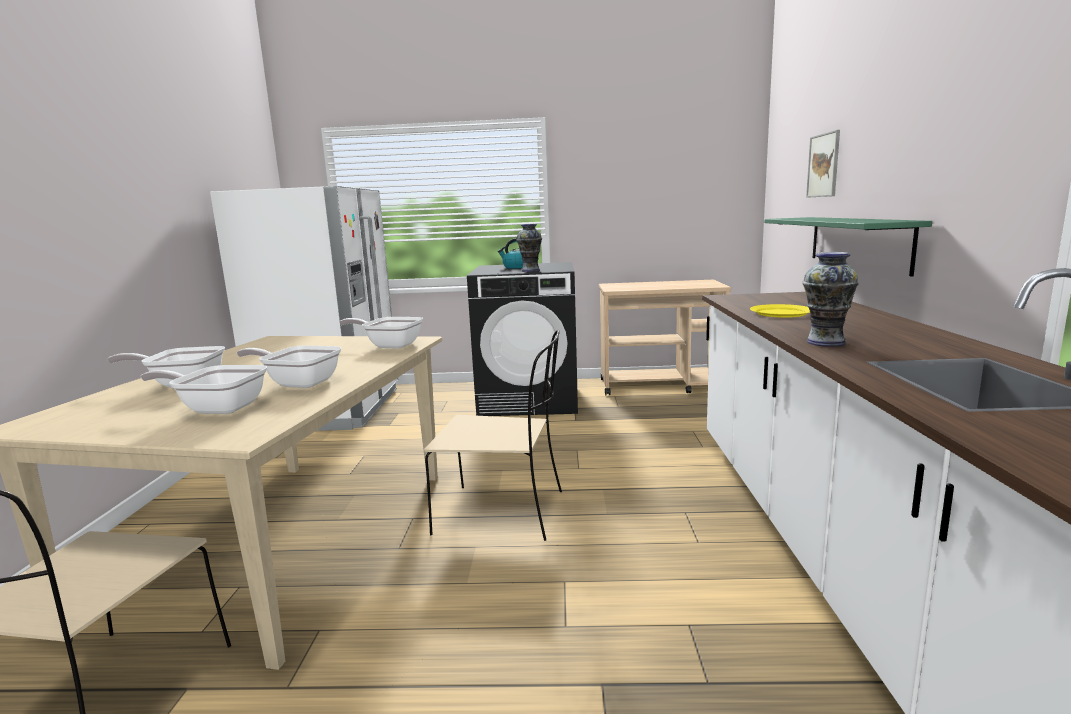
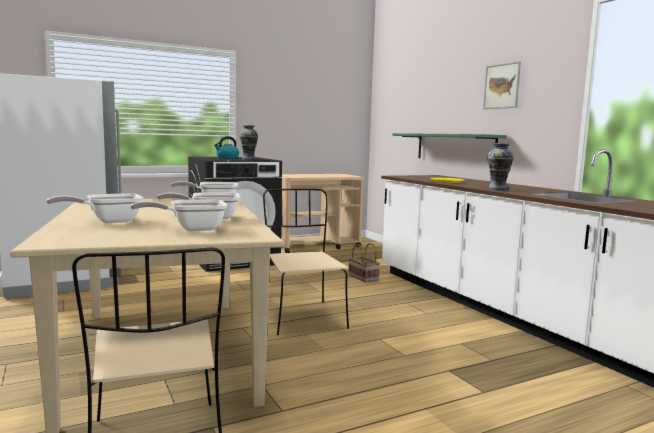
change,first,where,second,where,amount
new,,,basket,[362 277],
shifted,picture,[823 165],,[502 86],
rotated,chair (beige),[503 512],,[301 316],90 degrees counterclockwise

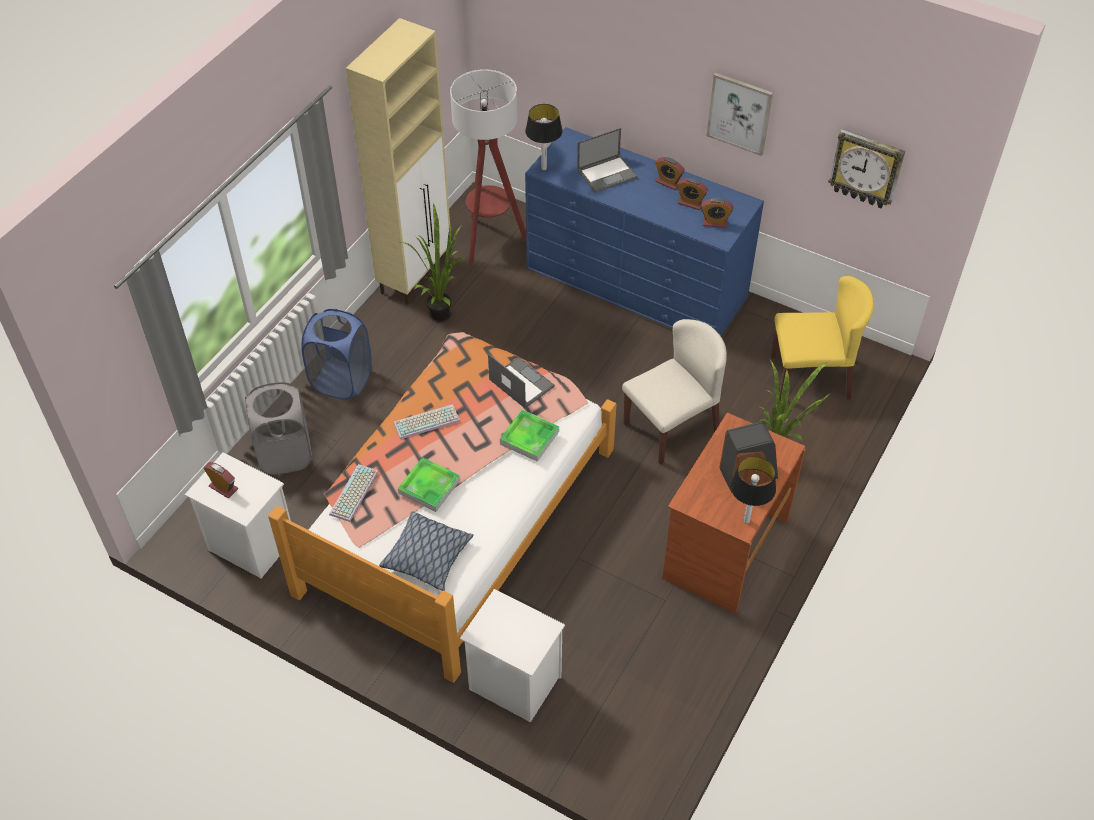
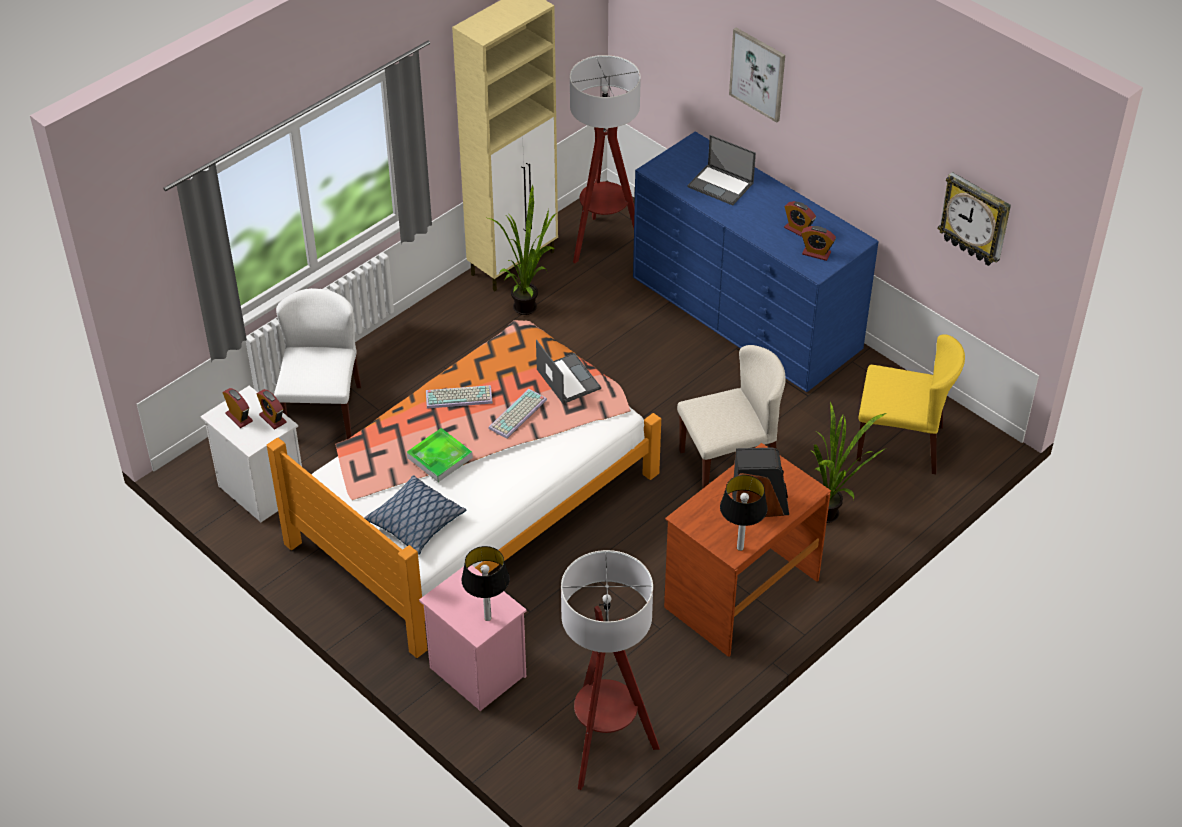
change,first,where,second,where,amount
gone,laundry basket (blue),[341 380],,,
gone,tray,[529 437],,,
new,,,floor lamp,[605 749],
shifted,keyboard,[355 494],,[518 415],
shifted,table lamp,[544 168],,[488 618],
shifted,alarm clock,[668 182],,[272 419],
shifted,picture,[739 113],,[758 74],
swapped,laundry basket (grey),[285 454],chair (white),[323 411],
repainted,nightstand (white),[512 683],nightstand (pink),[475 671],
rotated,laptop,[607 173],,[721 185],45 degrees clockwise

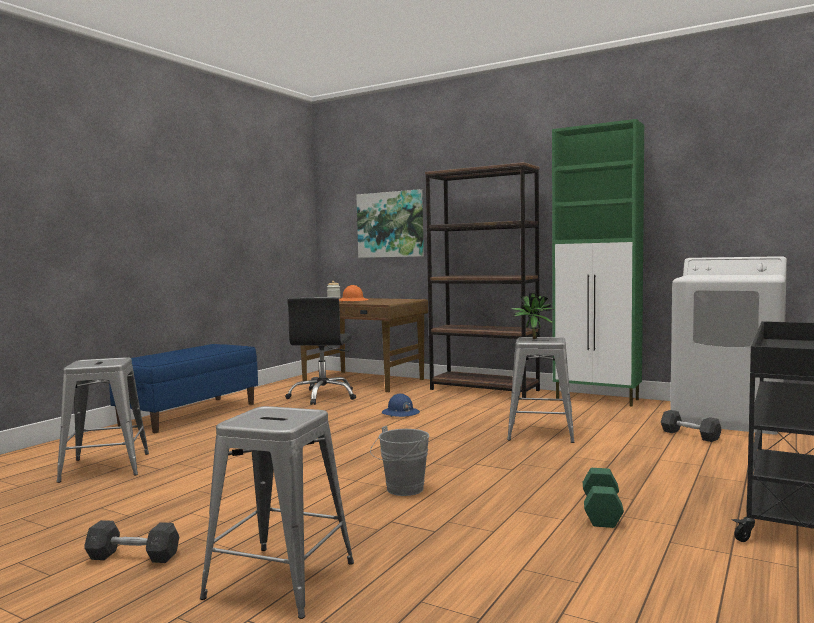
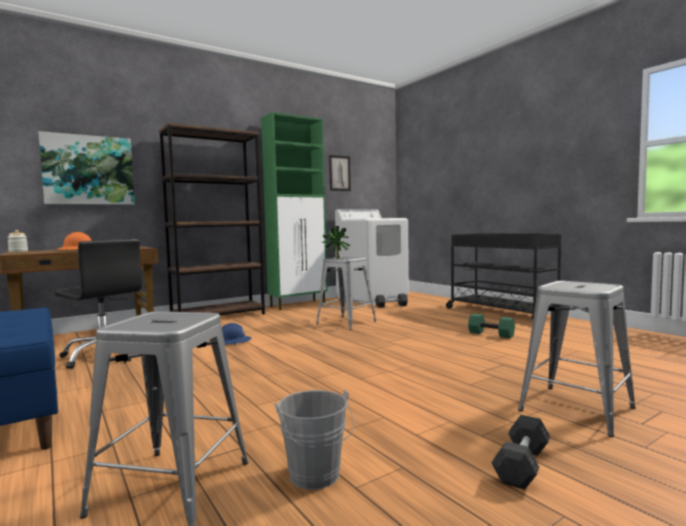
change,first,where,second,where,amount
new,,,picture,[339 173],
shifted,bucket (grey),[402 490],,[316 478],

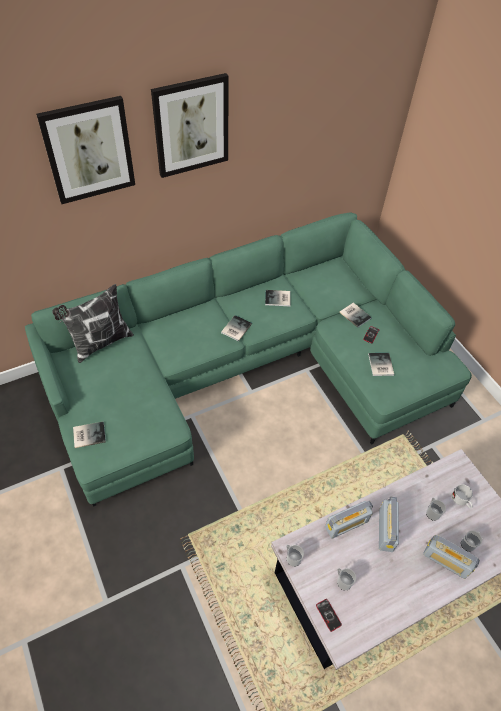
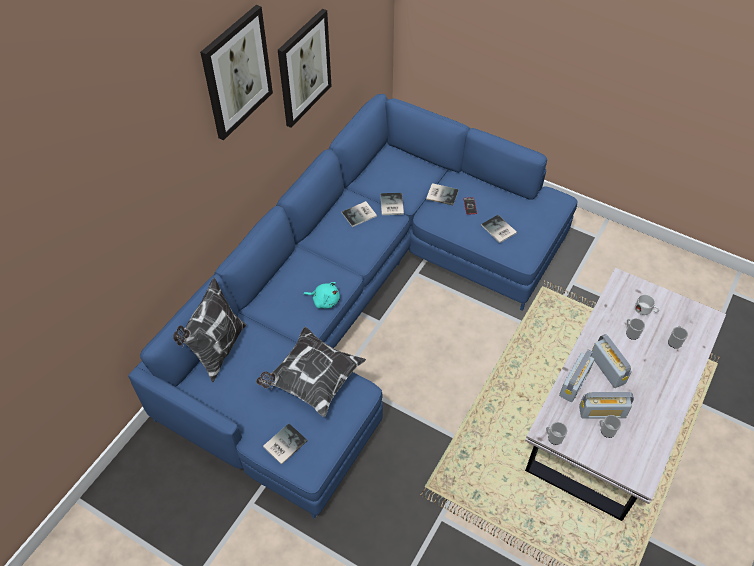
change,first,where,second,where,amount
gone,phone,[328 615],,,
new,,,pillow,[312 380],
new,,,plush toy (turquoise),[324 300],
shifted,picture,[89 150],,[304 68],
shifted,book,[235 328],,[391 205],
shifted,radio,[446 561],,[602 412],
repainted,sofa (green),[249 369],sofa (blue),[361 302],

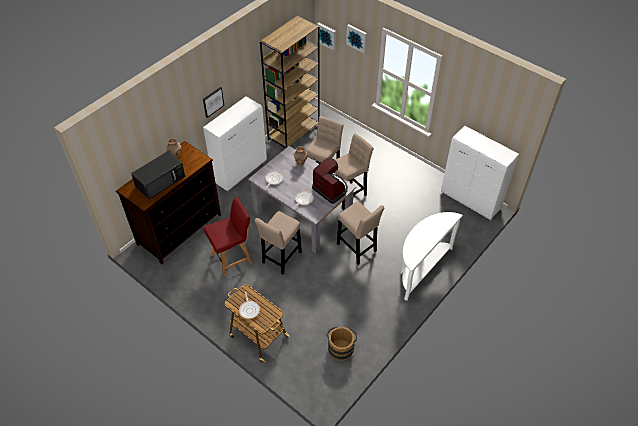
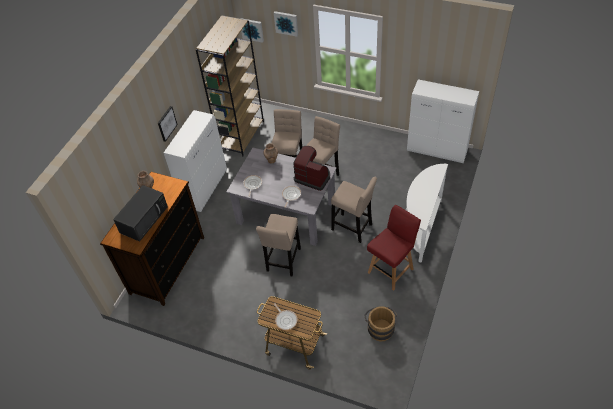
change,first,where,second,where,amount
shifted,chair (red),[232 258],,[391 270],

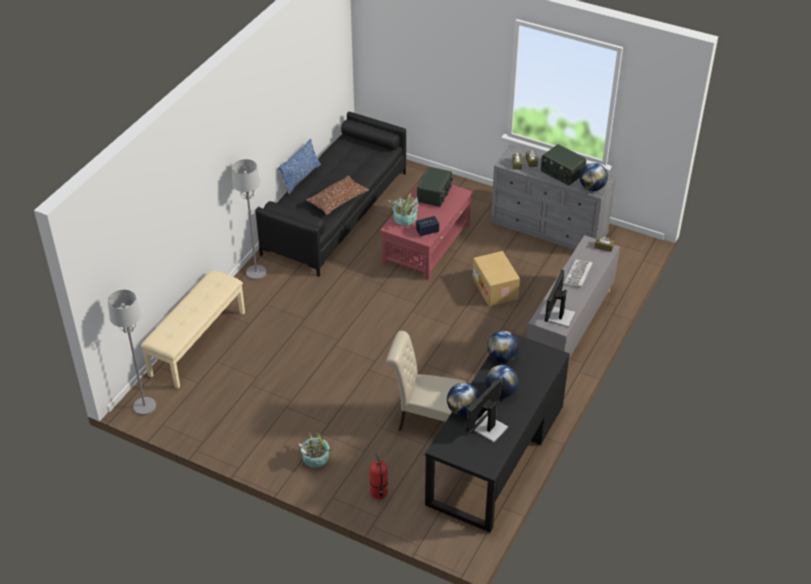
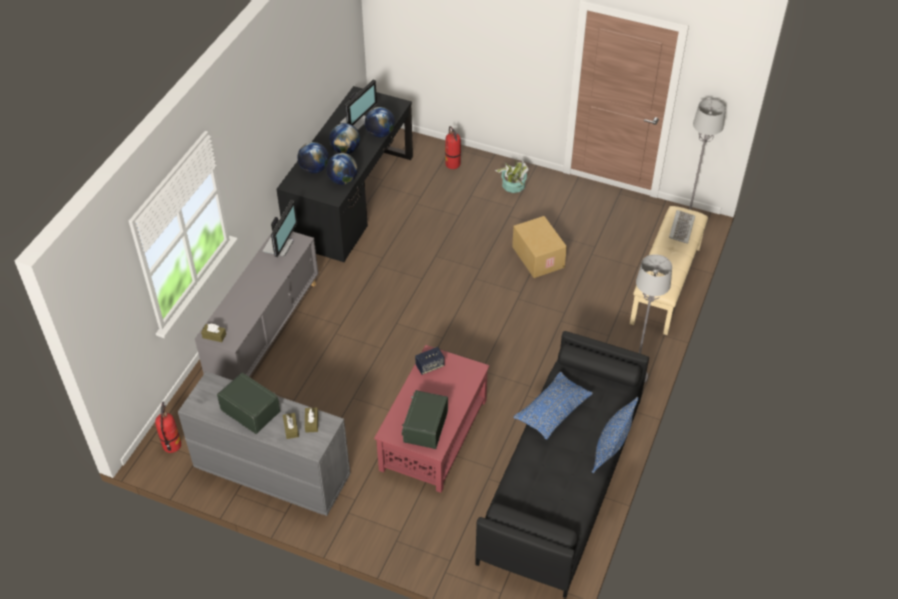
change,first,where,second,where,amount
gone,chair (beige),[425 421],,,
gone,potted plant,[405 220],,,
new,,,fire extinguisher,[171 445],
shifted,cardboard box,[495 288],,[537 257],
shifted,keyboard,[578 274],,[681 228],
shifted,globe,[592 187],,[314 169],
repainted,pillow (brown),[337 200],pillow (blue),[552 411],

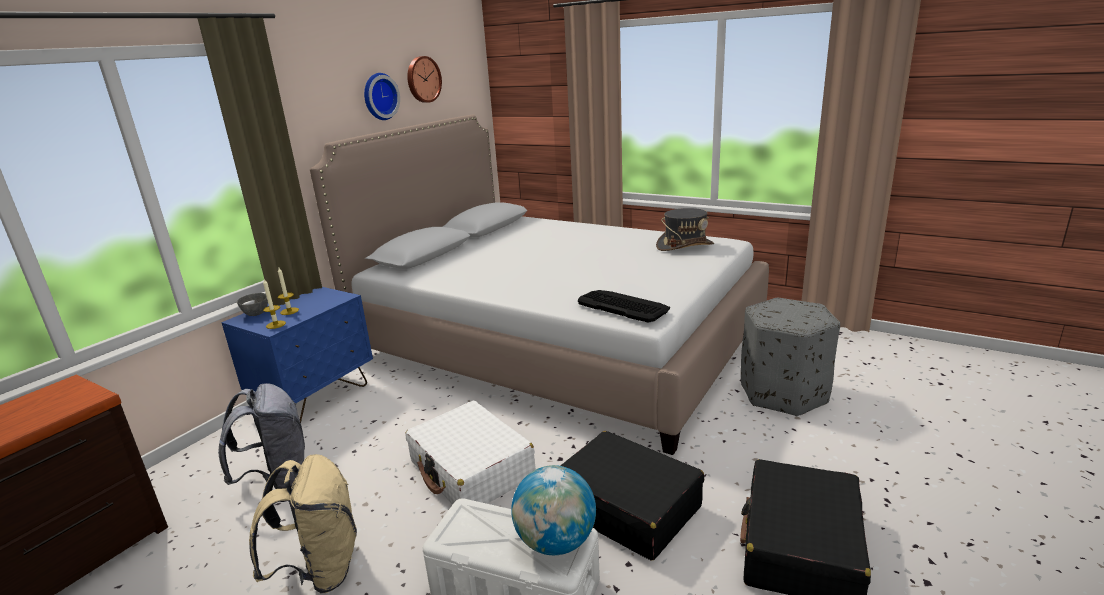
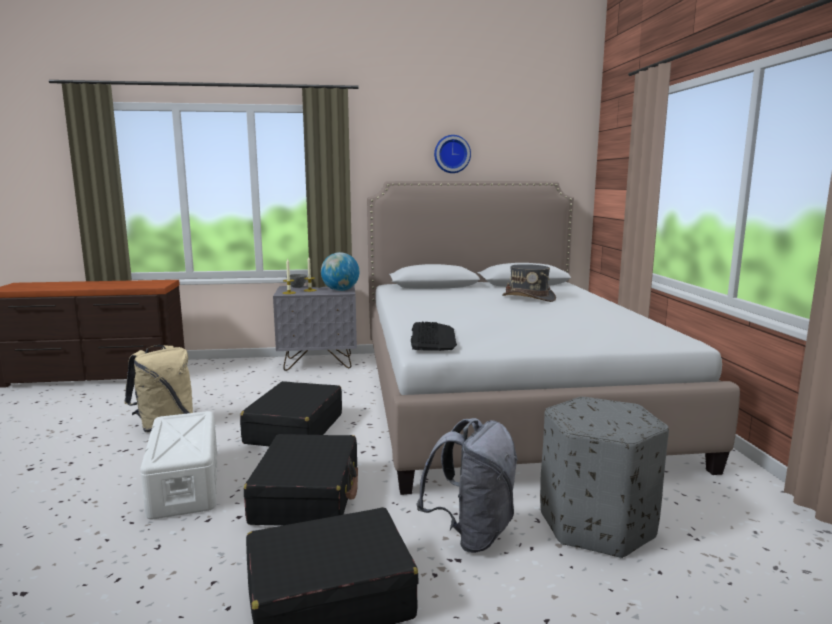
change,first,where,second,where,amount
gone,wall clock,[423 79],,,
shifted,backpack (grey),[277 478],,[472 534],
shifted,globe,[556 542],,[340 290],
shifted,hat (grey),[685 246],,[528 298],
repainted,nightstand (blue),[315 398],nightstand (grey),[319 363],
repainted,suitcase (white),[471 470],suitcase (black),[294 429],

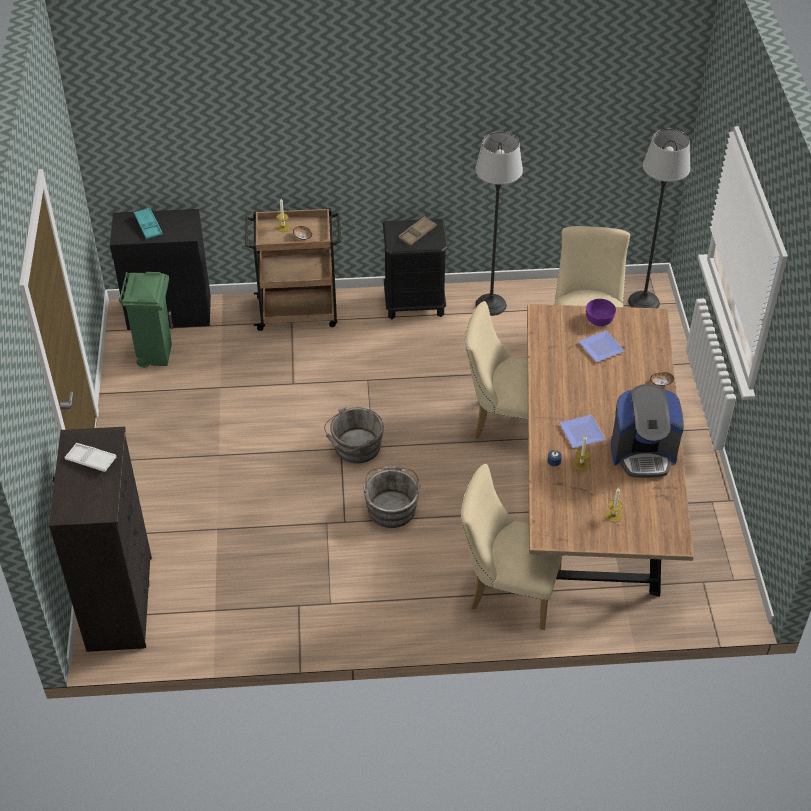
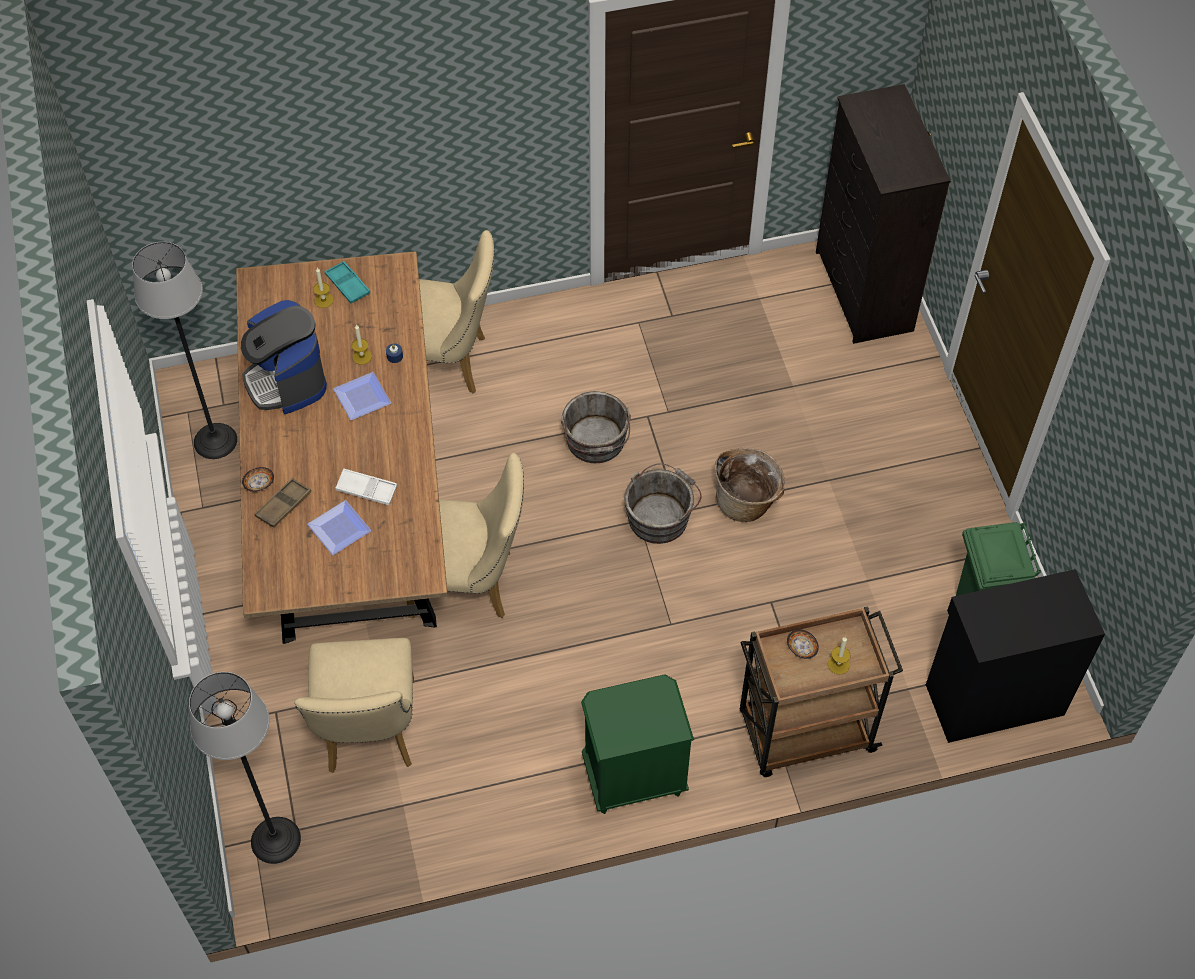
change,first,where,second,where,amount
gone,bowl (purple),[599 319],,,
new,,,basket,[747 502],
shifted,tray (white),[91 460],,[366 489],
shifted,tray (turquoise),[148 226],,[347 285],
shifted,tray (brown),[417 233],,[283 505],
shifted,floor lamp,[490 304],,[215 441],
repainted,nightstand (black),[415 303],nightstand (green),[633 777],
rotated,coffee machine,[643 453],,[287 381],105 degrees counterclockwise

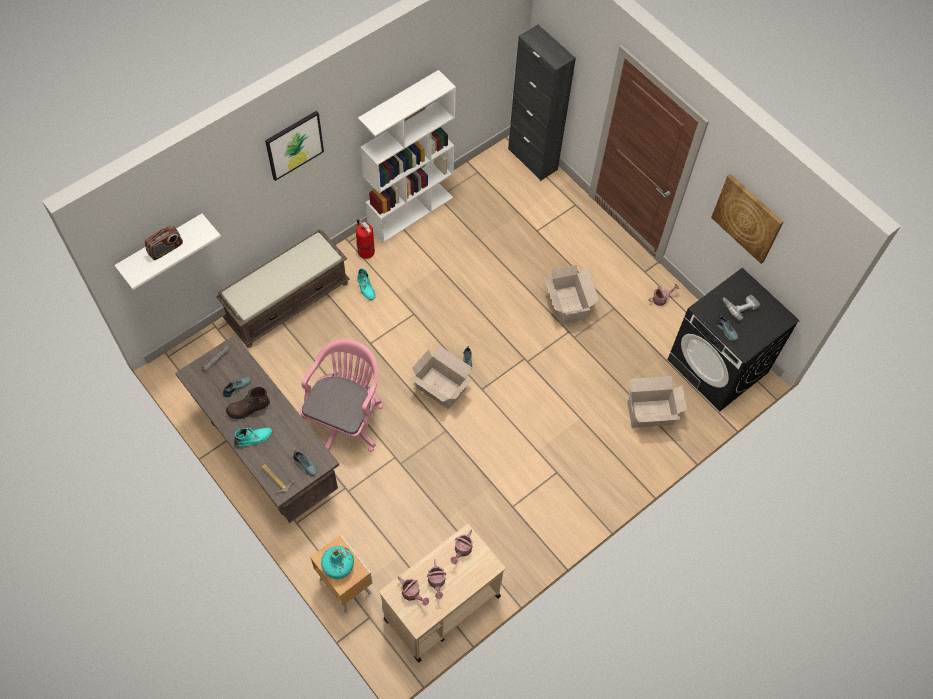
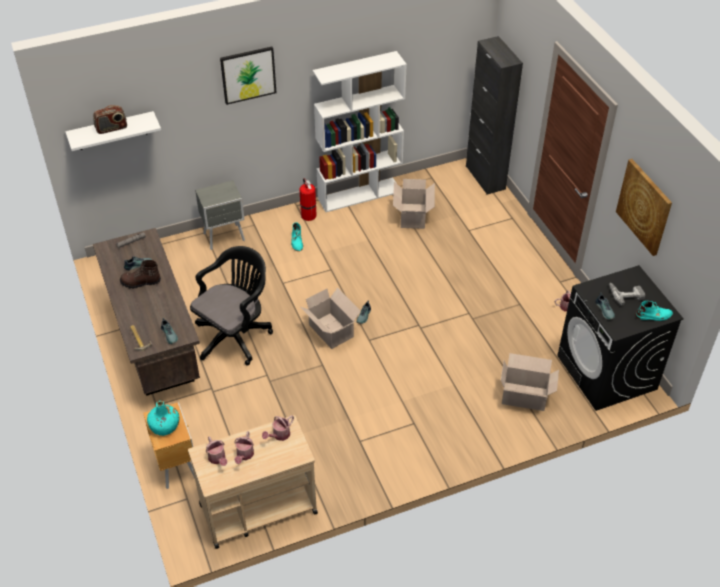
change,first,where,second,where,amount
shifted,boot (turquoise),[254 438],,[654 315],
shifted,cardboard box,[568 306],,[412 217],
swapped,bench (brown),[288 301],nightstand (grey),[225 237],
repainted,office chair (pink),[345 419],office chair (black),[235 335],

